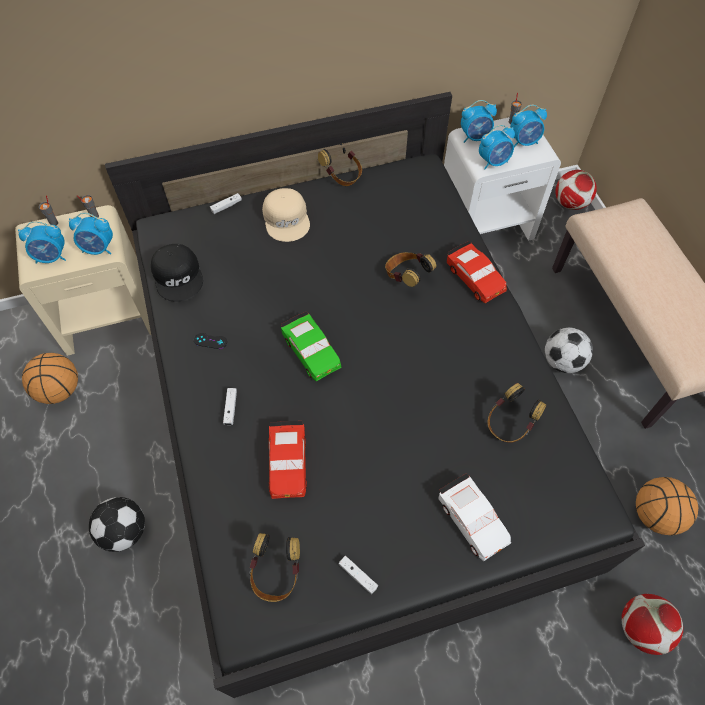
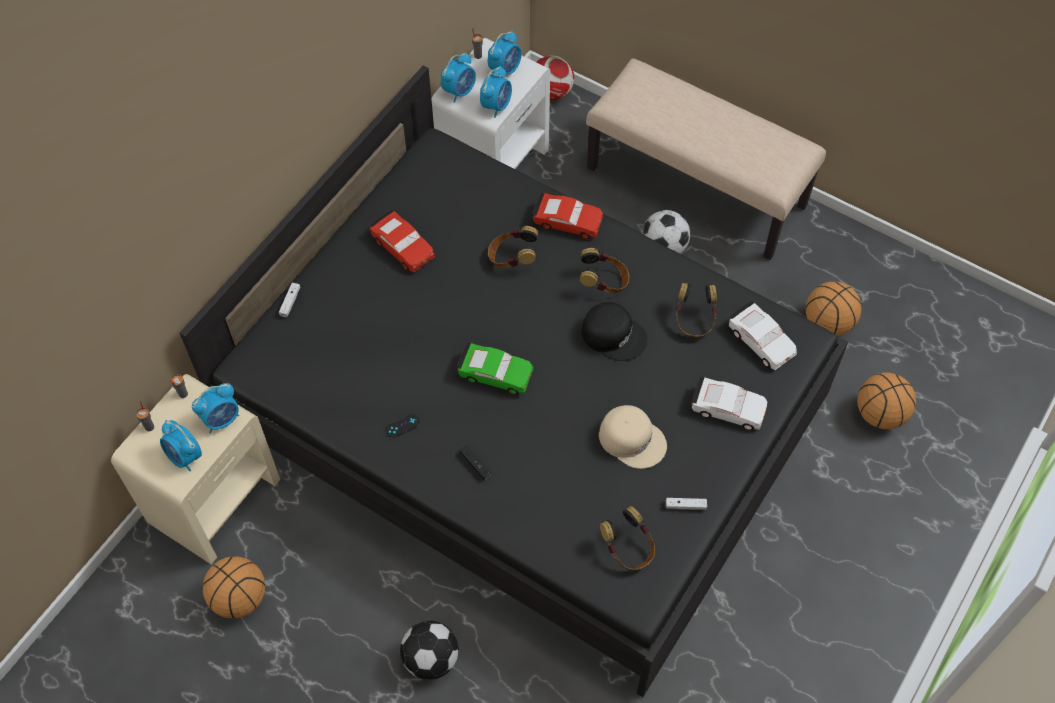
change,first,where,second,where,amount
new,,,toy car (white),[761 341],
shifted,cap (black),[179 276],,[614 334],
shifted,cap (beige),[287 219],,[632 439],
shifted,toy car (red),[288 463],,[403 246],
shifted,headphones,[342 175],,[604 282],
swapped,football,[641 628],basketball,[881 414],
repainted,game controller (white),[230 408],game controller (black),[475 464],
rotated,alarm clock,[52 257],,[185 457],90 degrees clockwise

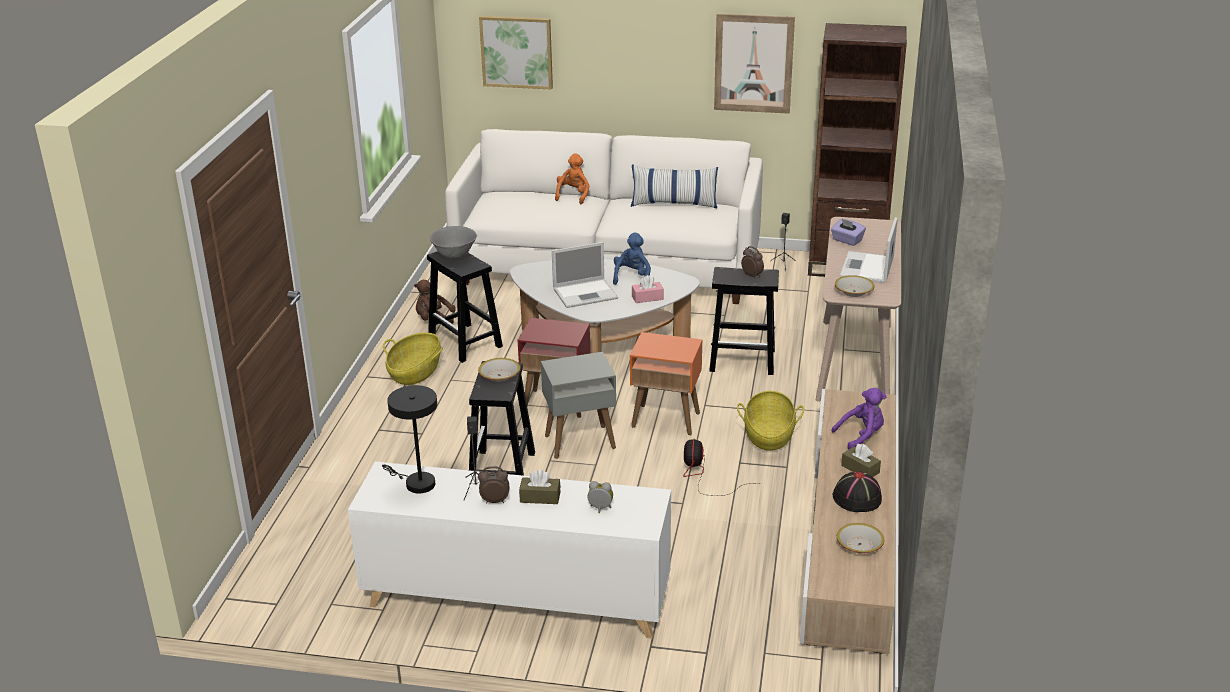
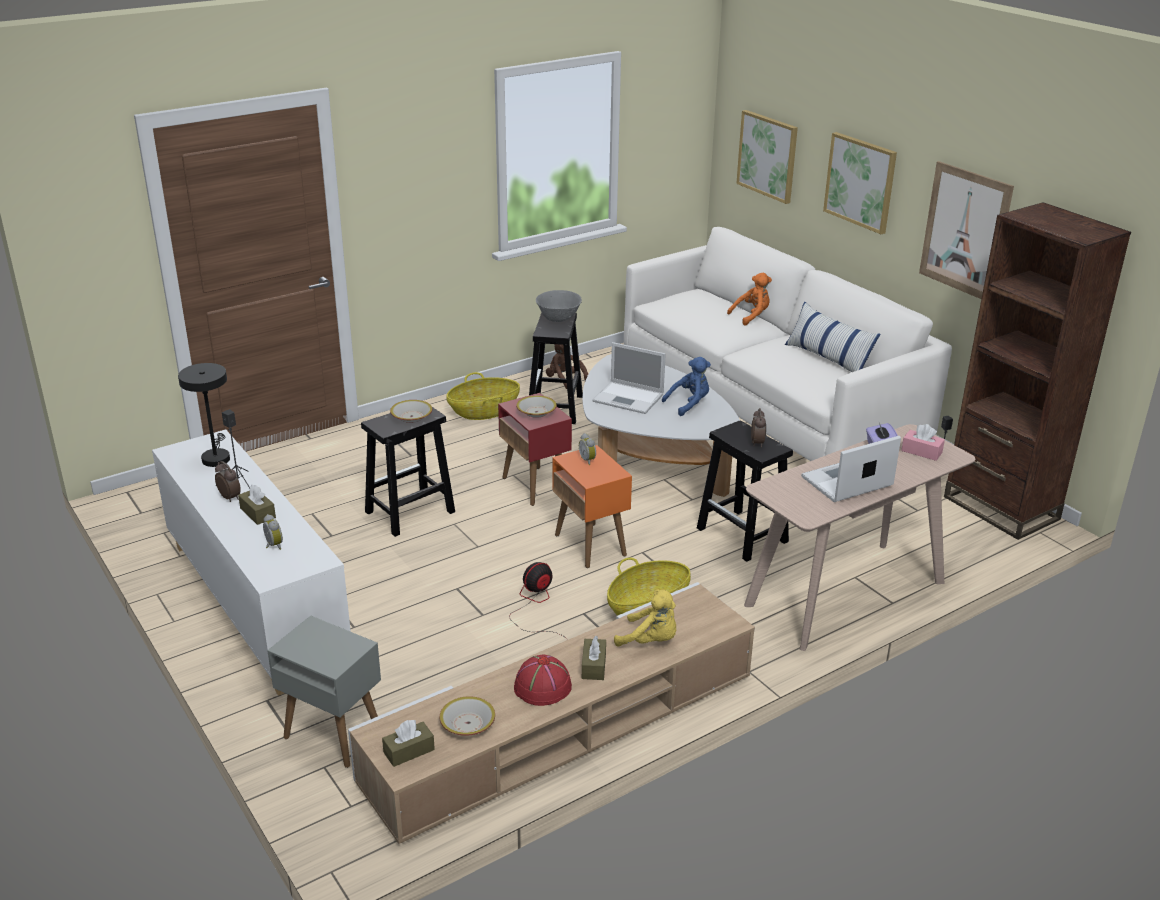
change,first,where,second,where,amount
new,,,tissue box (brown),[409 751],
new,,,alarm clock,[588 460],
new,,,picture,[860 182],
shifted,side table (grey),[579 442],,[332 735],
shifted,tissue box (pink),[647 298],,[921 451],
shifted,bowl,[854 291],,[536 412],
repainted,plush toy (purple),[861 436],plush toy (yellow),[650 641],
repainted,hat (black),[857 498],hat (red),[542 687],

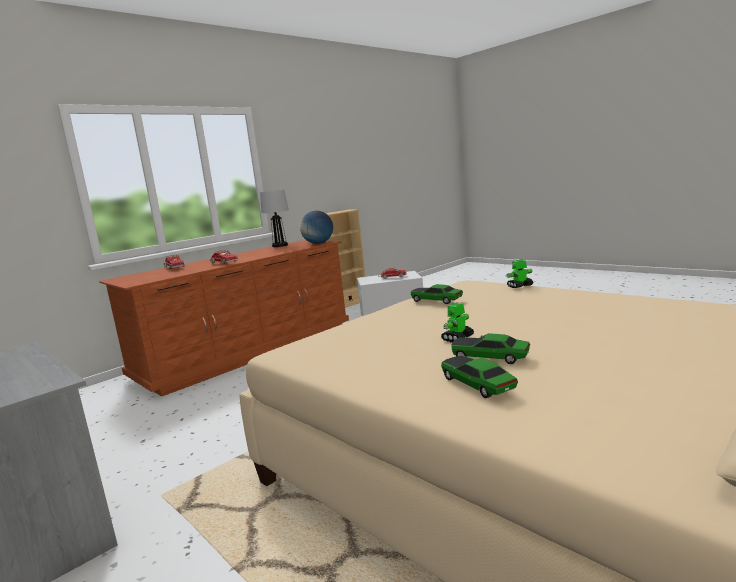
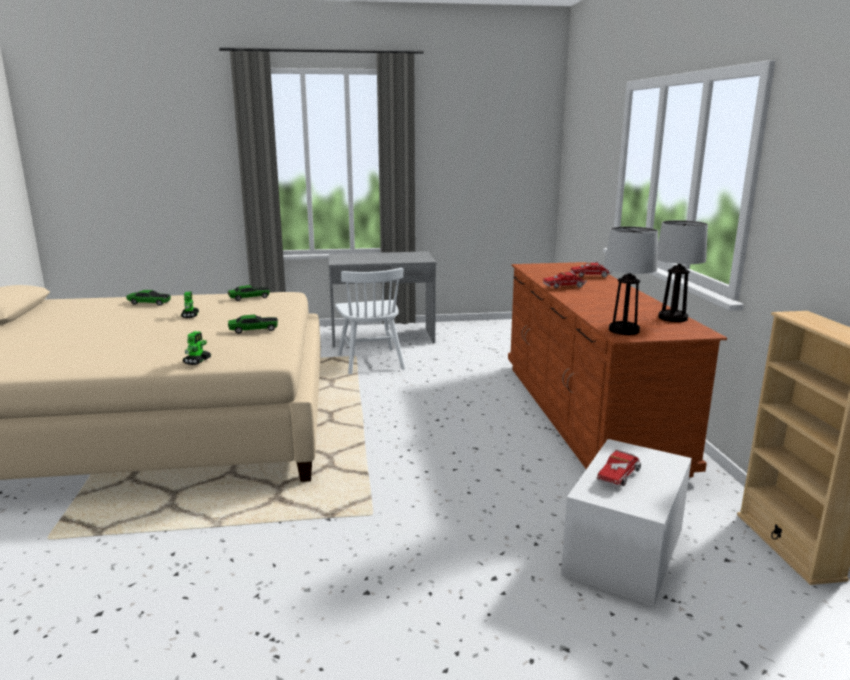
change,first,where,second,where,amount
new,,,chair (white),[370 361],
shifted,toy car,[490 357],,[249 298],
swapped,globe,[318 243],table lamp,[624 330],

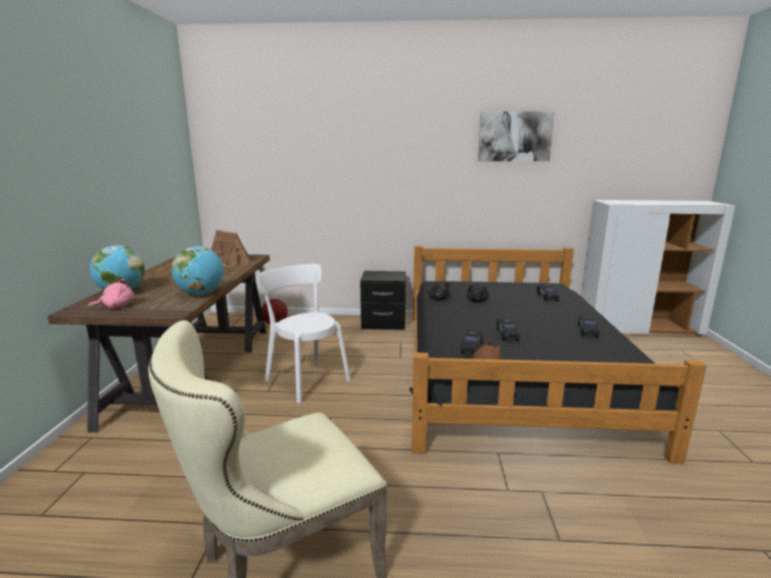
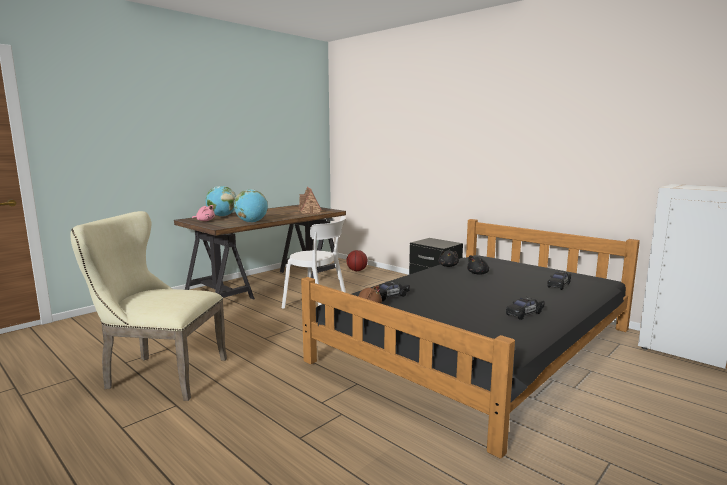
change,first,where,second,where,amount
gone,picture,[515 136],,,
gone,toy car (black),[506 335],,,
rotated,chair (white),[305 378],,[318 304],120 degrees clockwise

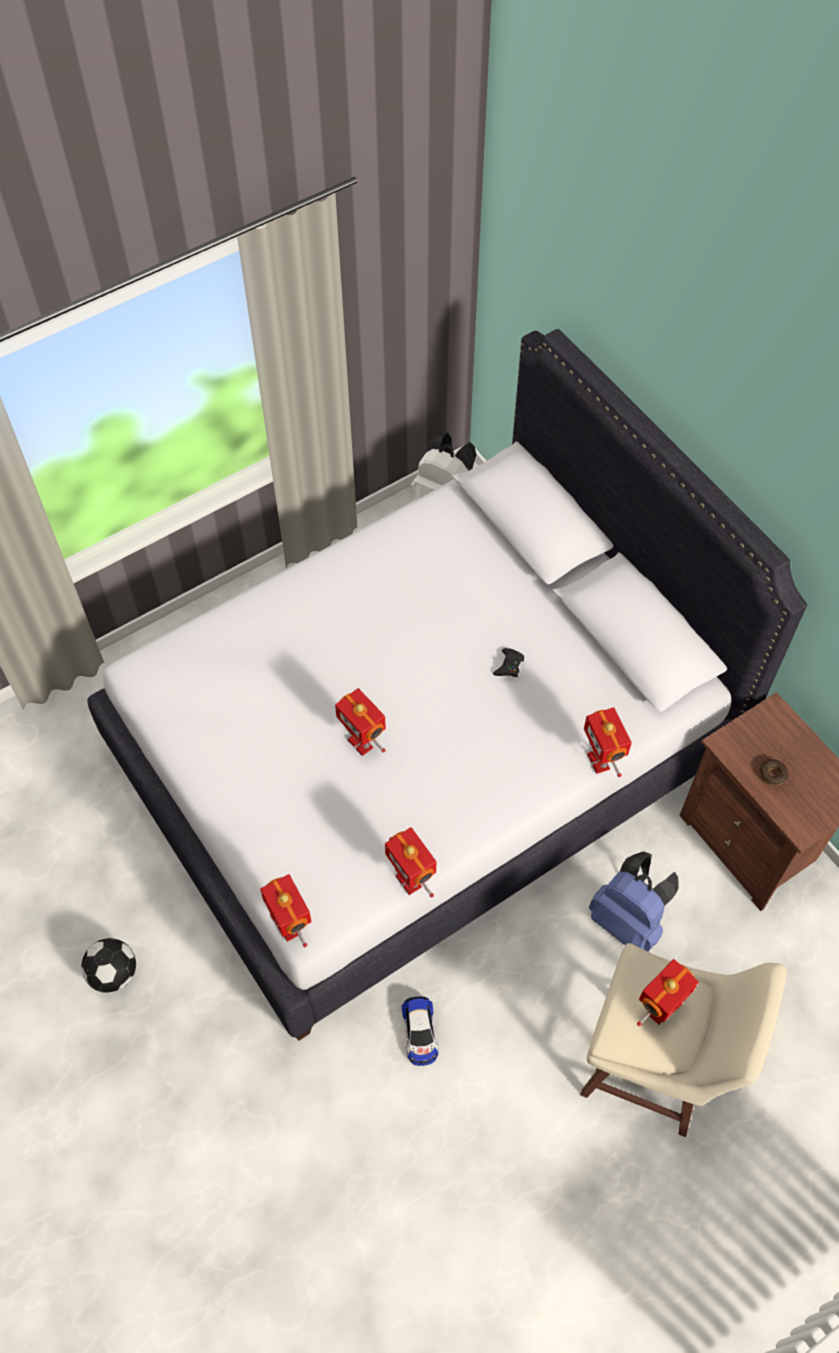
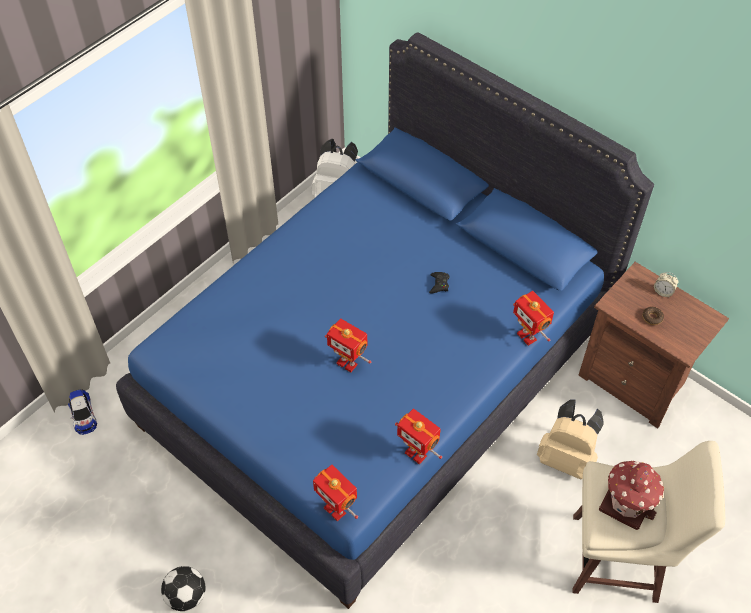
change,first,where,second,where,amount
new,,,alarm clock,[663 291],
shifted,toy car,[420 1032],,[83 414],
swapped,toy robot,[659 1009],toy house,[627 501],
repainted,bed (white),[420 754],bed (blue),[375 375],
repainted,backpack (blue),[629 920],backpack (beige),[566 458],

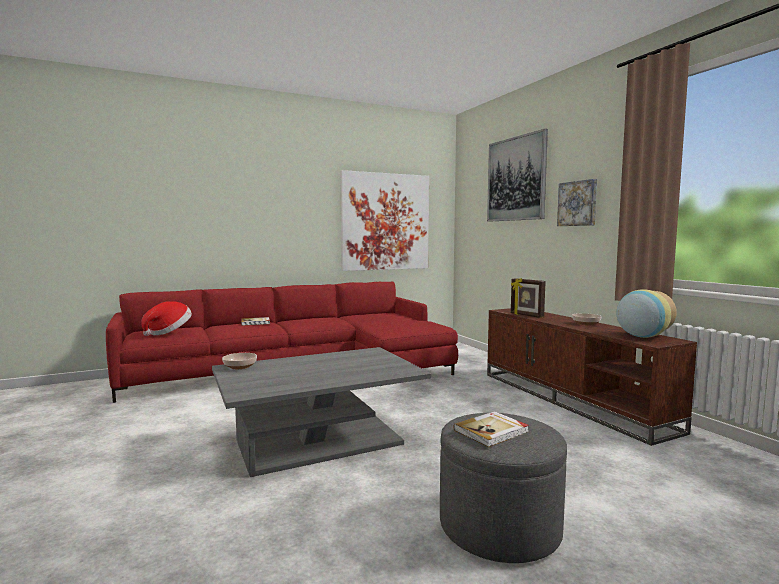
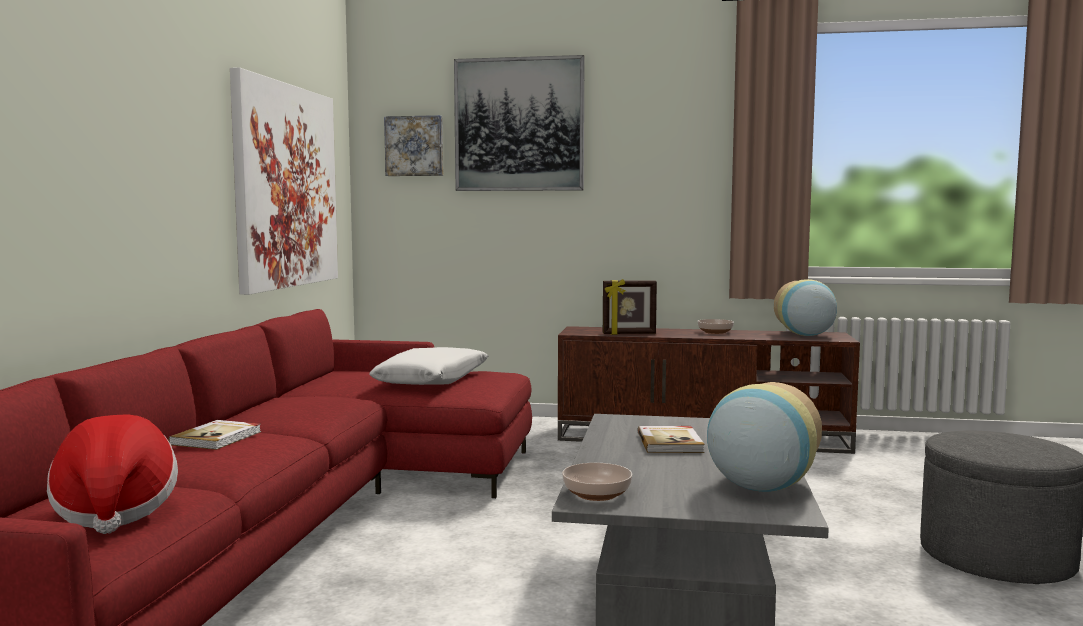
change,first,where,second,where,amount
new,,,pillow (white),[432 380],
new,,,vase,[759 487],
shifted,book,[492 431],,[670 443],
shifted,picture,[578 203],,[414 146],

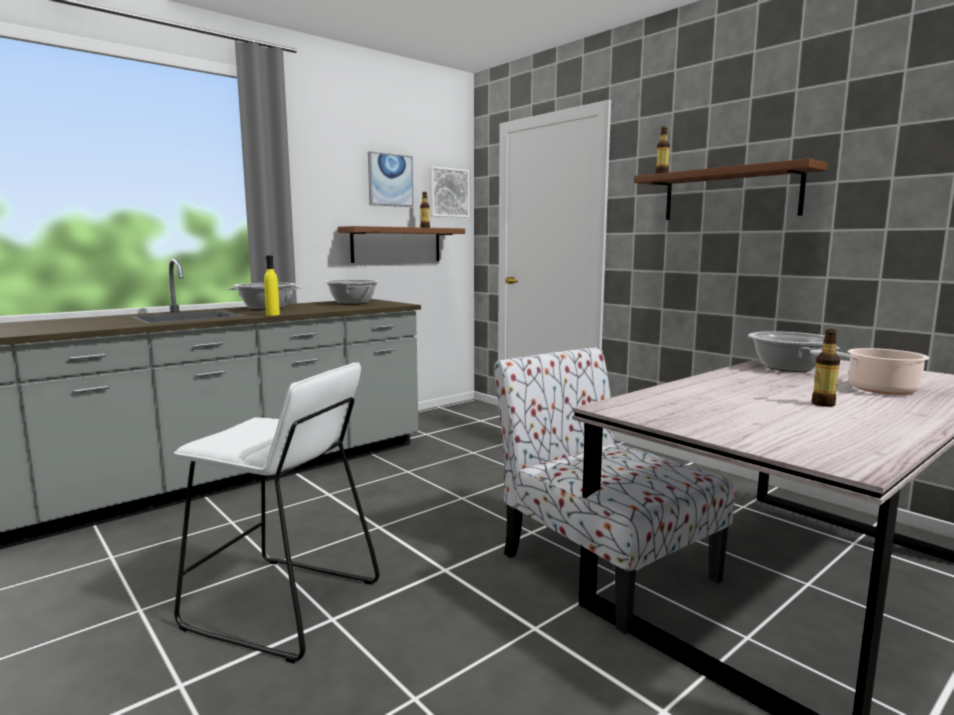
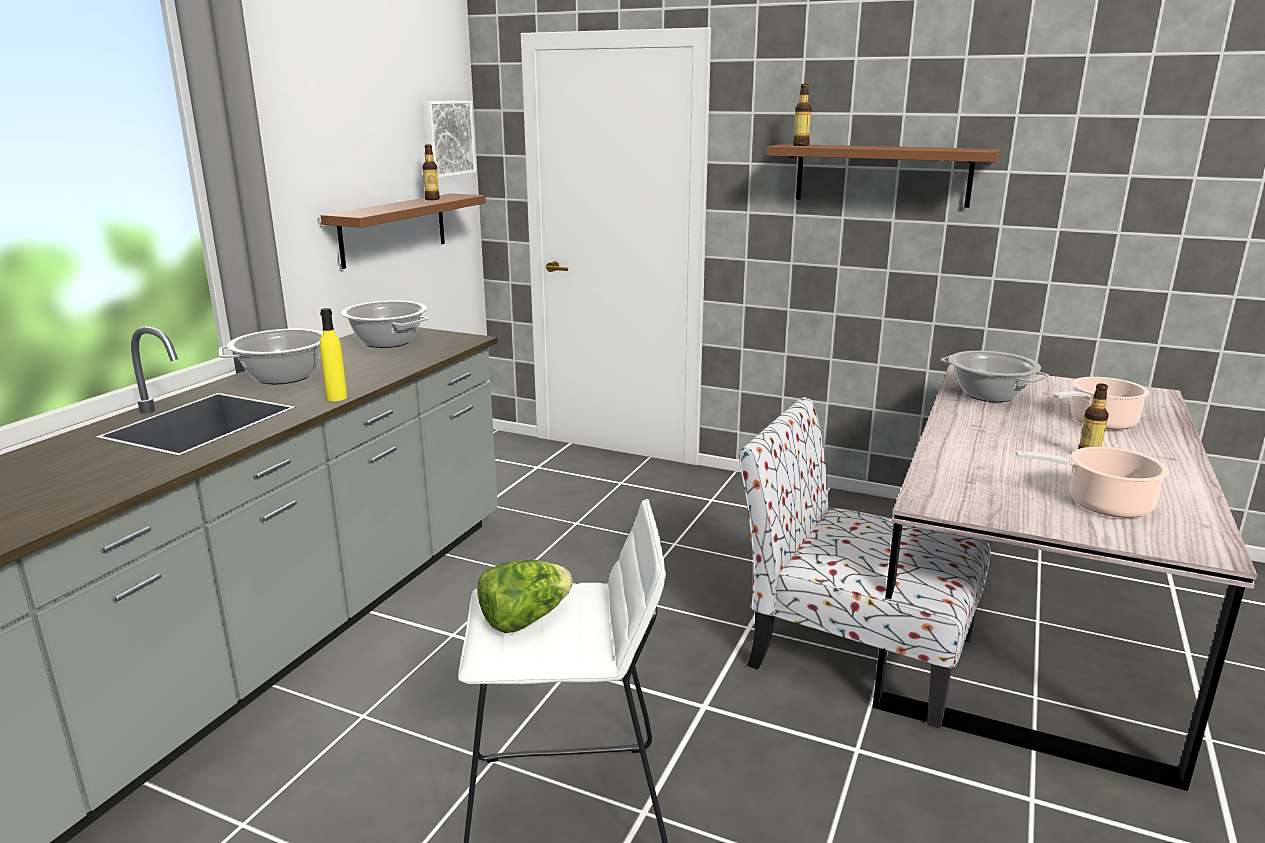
change,first,where,second,where,amount
gone,picture,[390 180],,,
new,,,lettuce,[525 619],
new,,,cooking pot,[1103 504],

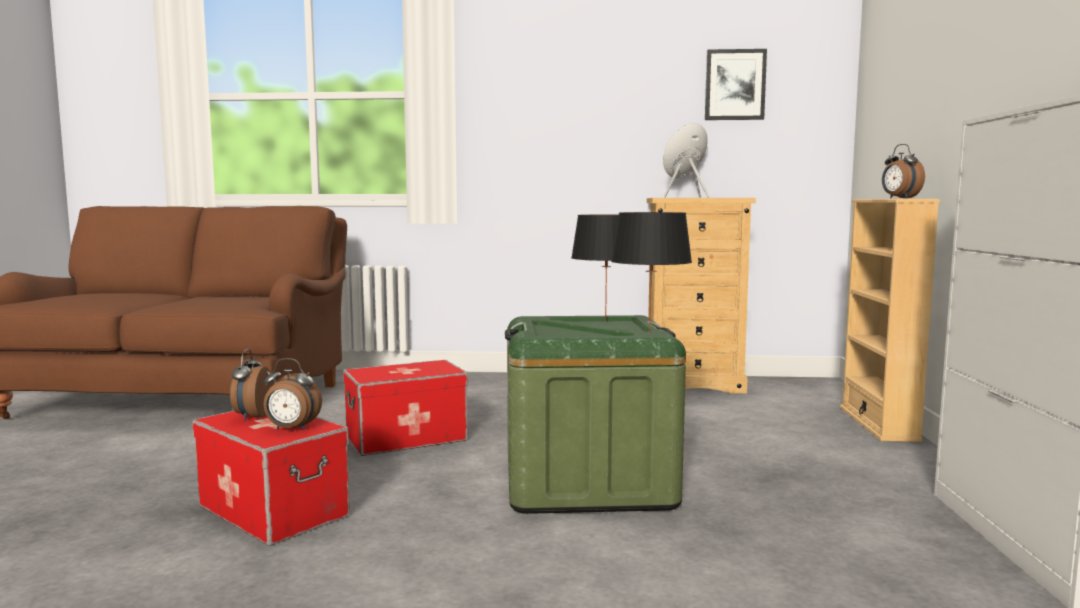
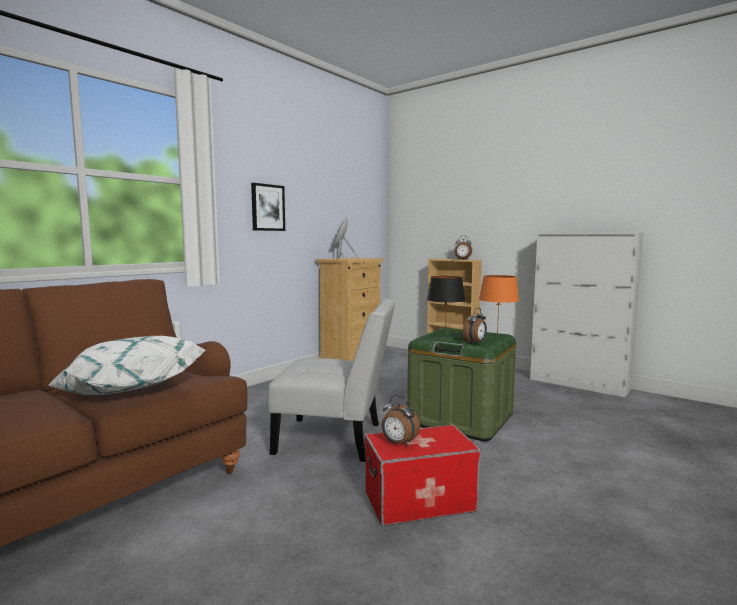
change,first,where,second,where,amount
new,,,pillow (white),[127 393],
shifted,alarm clock,[291 429],,[475 343],
shifted,picture,[735 85],,[267 207],
swapped,storage box,[406 438],chair (white),[336 439],
repainted,table lamp (black),[649 333],table lamp (orange),[497 334],

